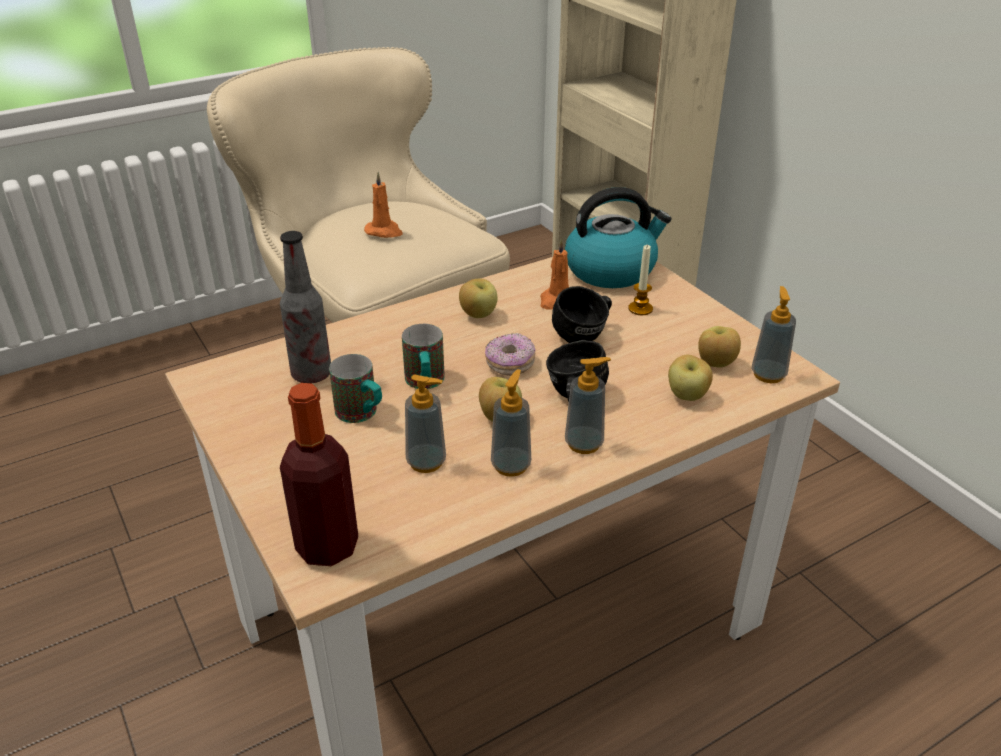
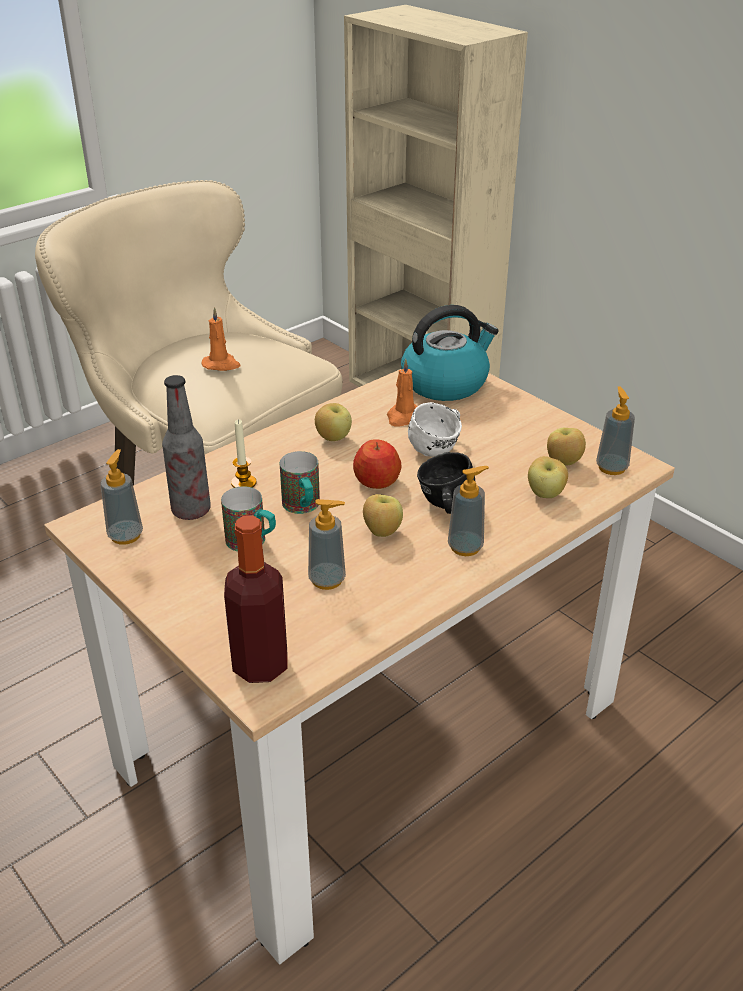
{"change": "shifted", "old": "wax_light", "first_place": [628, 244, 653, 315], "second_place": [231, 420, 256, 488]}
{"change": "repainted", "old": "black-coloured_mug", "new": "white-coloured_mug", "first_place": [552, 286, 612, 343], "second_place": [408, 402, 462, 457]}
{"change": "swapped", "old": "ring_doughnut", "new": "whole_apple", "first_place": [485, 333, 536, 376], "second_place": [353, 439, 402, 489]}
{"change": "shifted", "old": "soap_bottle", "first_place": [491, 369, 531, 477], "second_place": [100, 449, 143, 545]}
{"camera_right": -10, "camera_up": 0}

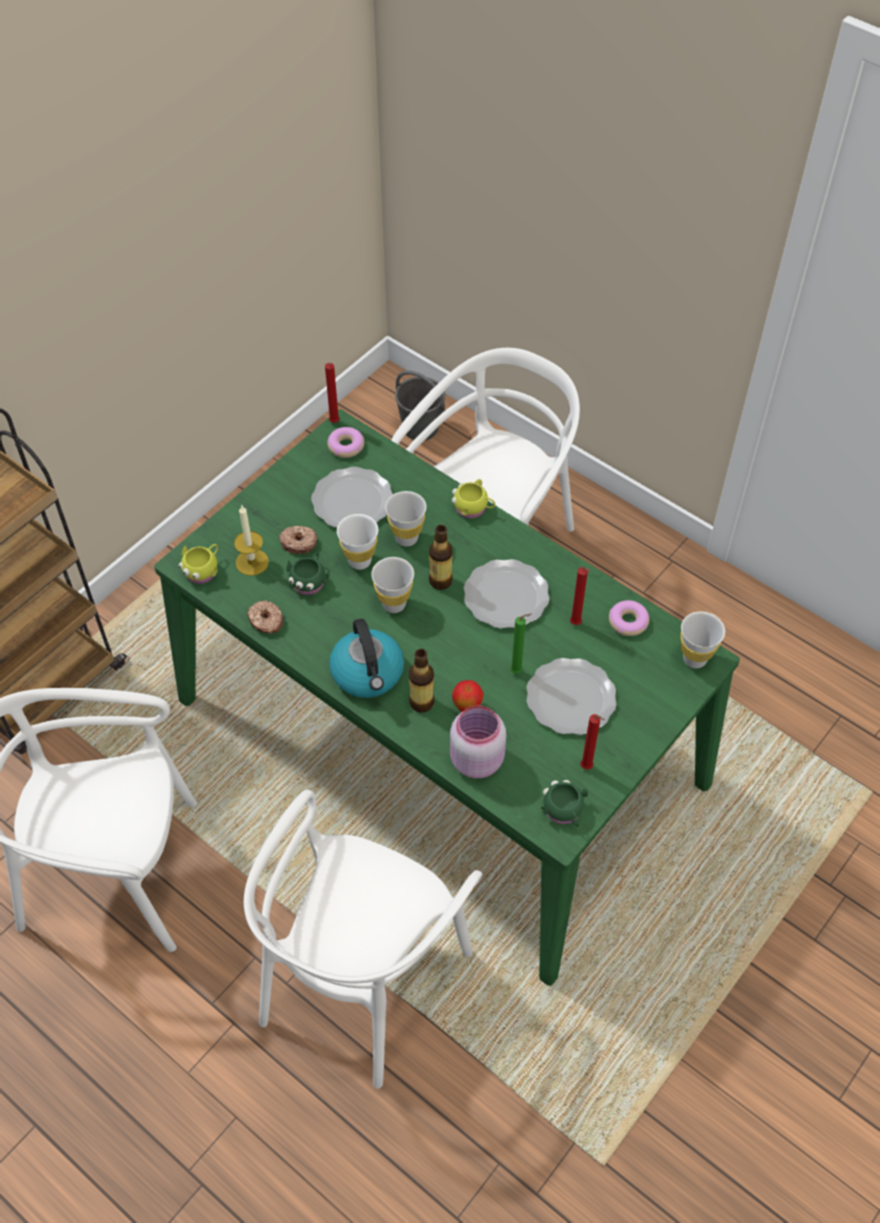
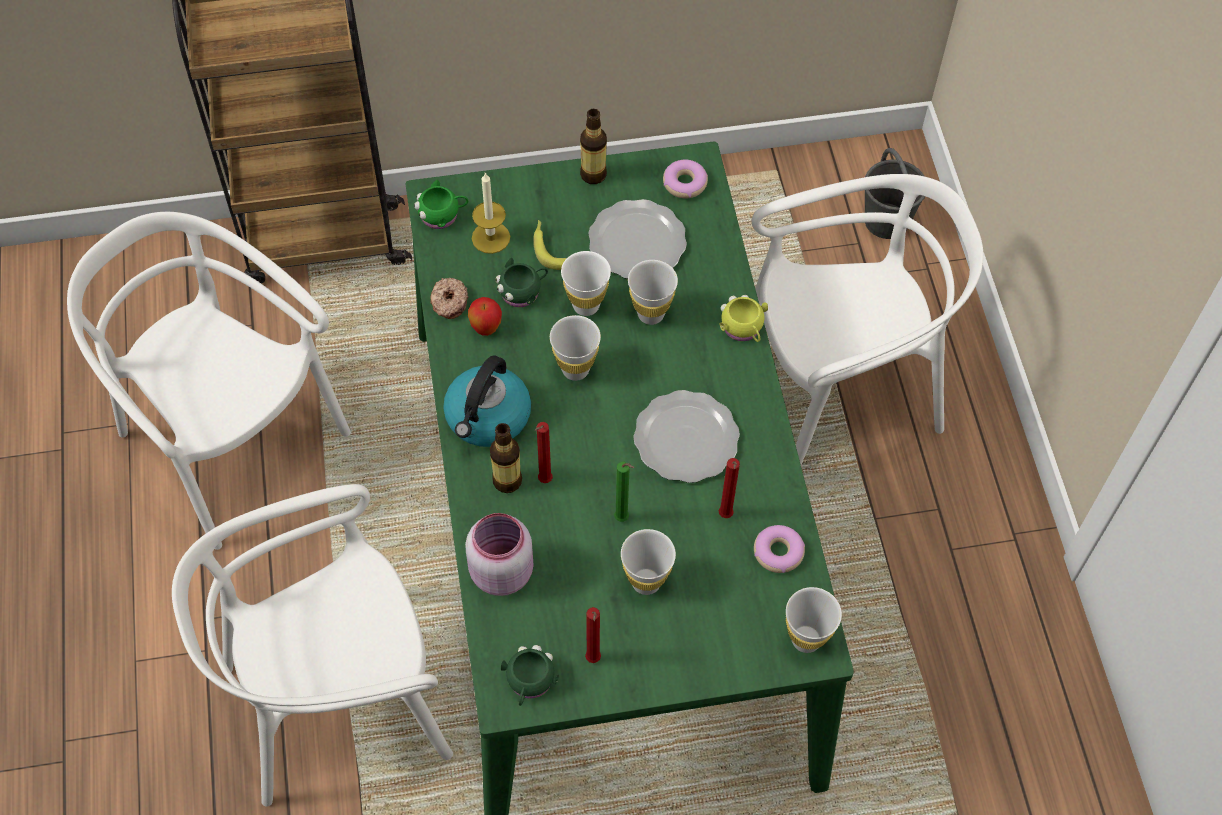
{"change": "shifted", "old": "red-coloured_wax_light", "first_place": [325, 363, 340, 423], "second_place": [535, 422, 553, 483]}
{"change": "shifted", "old": "drink_bottle", "first_place": [429, 525, 453, 590], "second_place": [580, 109, 607, 184]}
{"change": "swapped", "old": "ring_doughnut", "new": "whole_banana", "first_place": [279, 526, 317, 554], "second_place": [533, 220, 567, 270]}
{"change": "repainted", "old": "yellow-coloured_mug", "new": "green_mug", "first_place": [179, 544, 218, 584], "second_place": [414, 180, 468, 229]}
{"change": "swapped", "old": "plate", "new": "white-coloured_small_cup", "first_place": [527, 658, 617, 735], "second_place": [621, 529, 676, 595]}
{"change": "shifted", "old": "whole_apple", "first_place": [452, 680, 484, 712], "second_place": [468, 297, 502, 336]}
{"camera_right": 40, "camera_up": 5}

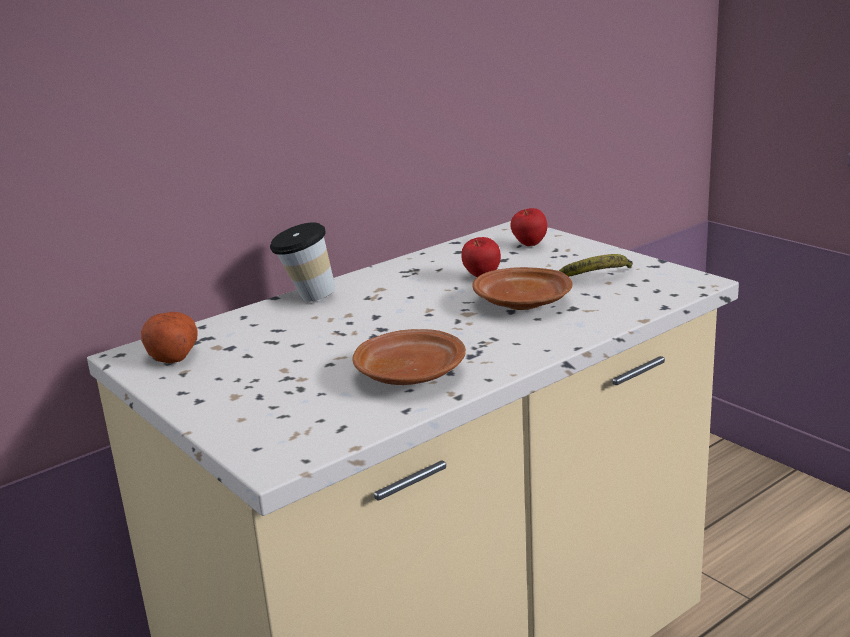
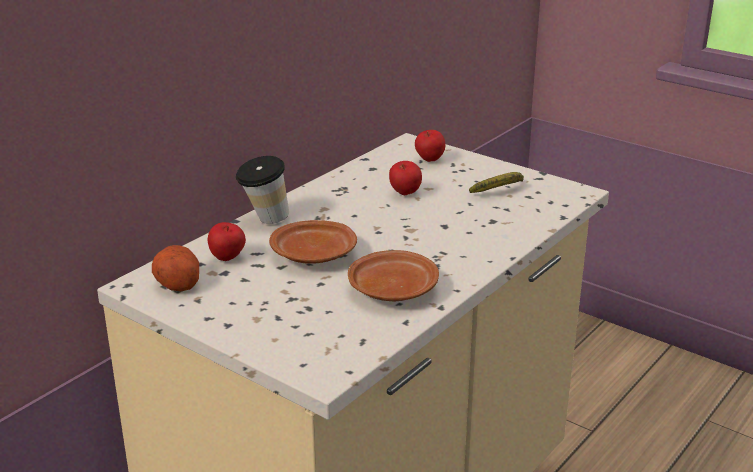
{"change": "shifted", "old": "brownish_plate", "first_place": [472, 267, 573, 310], "second_place": [269, 220, 357, 264]}
{"change": "new", "new": "whole_apple", "second_place": [208, 222, 246, 261]}
{"camera_right": -15, "camera_up": 5}

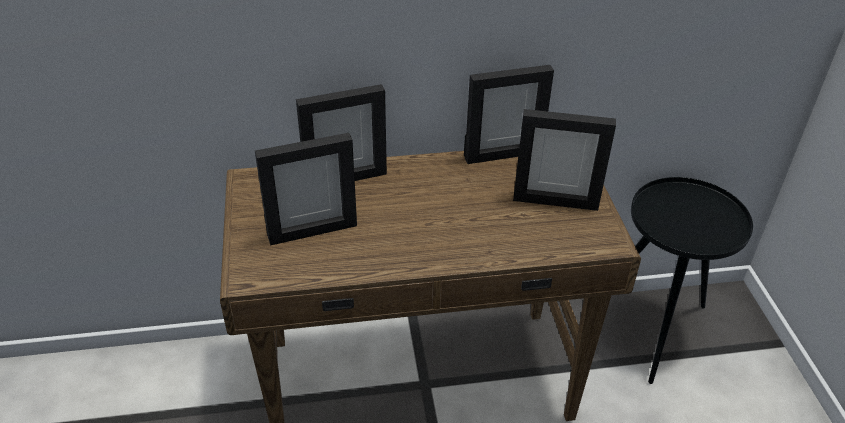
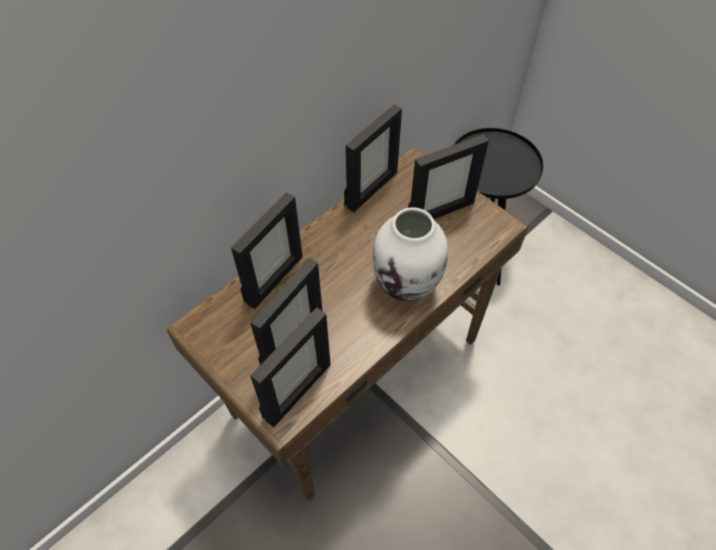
{"change": "new", "new": "white-coloured_decorative_vase", "second_place": [372, 207, 448, 302]}
{"change": "new", "new": "standing_frame", "second_place": [250, 308, 331, 427]}
{"camera_right": -35, "camera_up": 15}

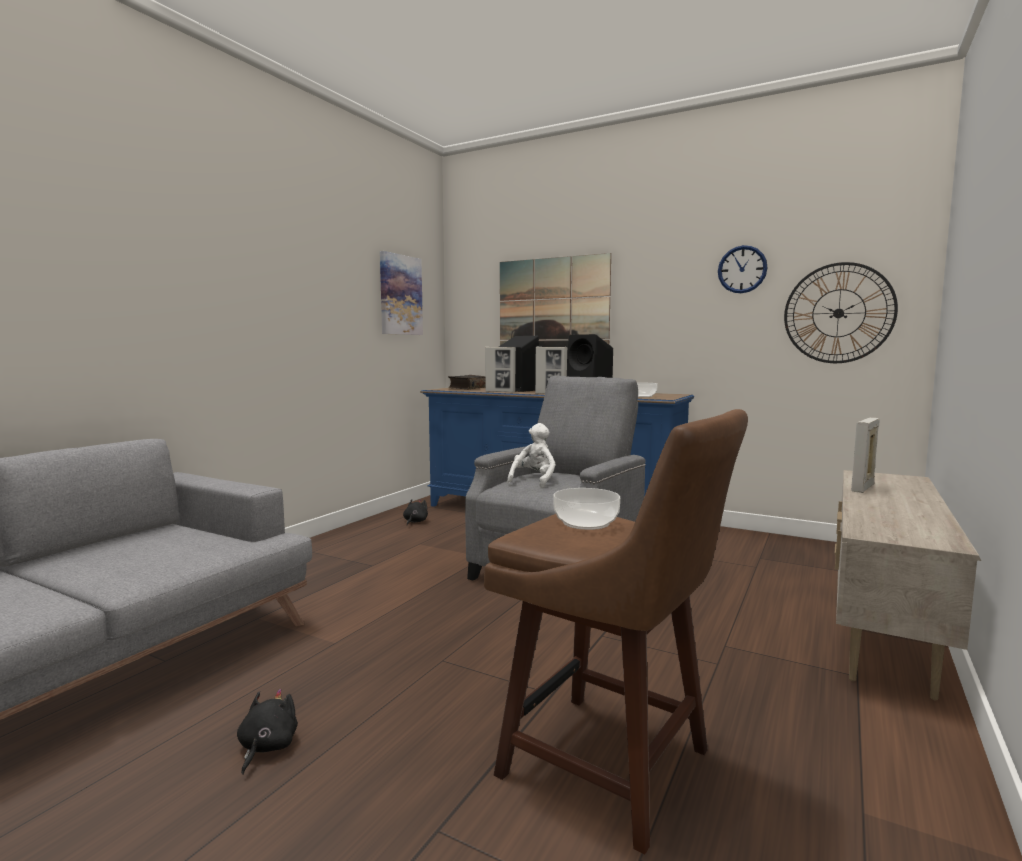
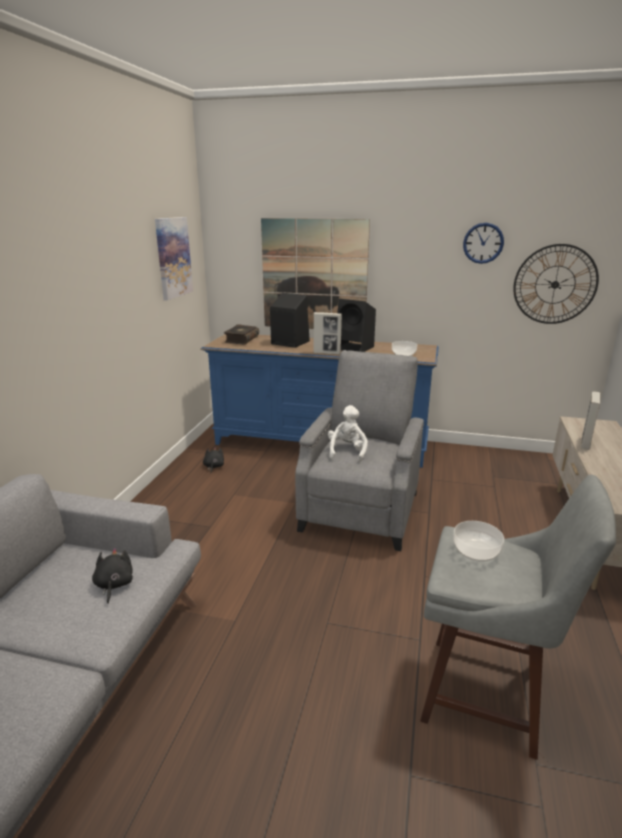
{"change": "gone", "old": "standing_frame", "first_place": [485, 347, 516, 393]}
{"change": "repainted", "old": "brownish_stool", "new": "greyish_stool", "first_place": [484, 409, 748, 855], "second_place": [420, 475, 616, 760]}
{"change": "shifted", "old": "black-coloured_plush_toy", "first_place": [237, 689, 298, 775], "second_place": [92, 548, 133, 604]}
{"camera_right": -15, "camera_up": 15}

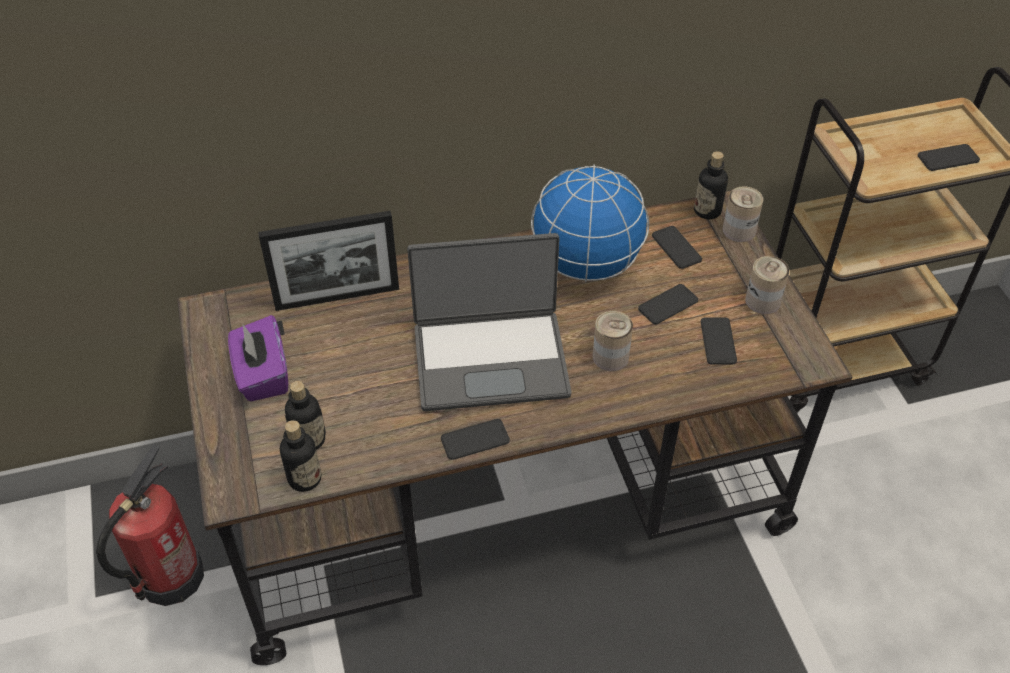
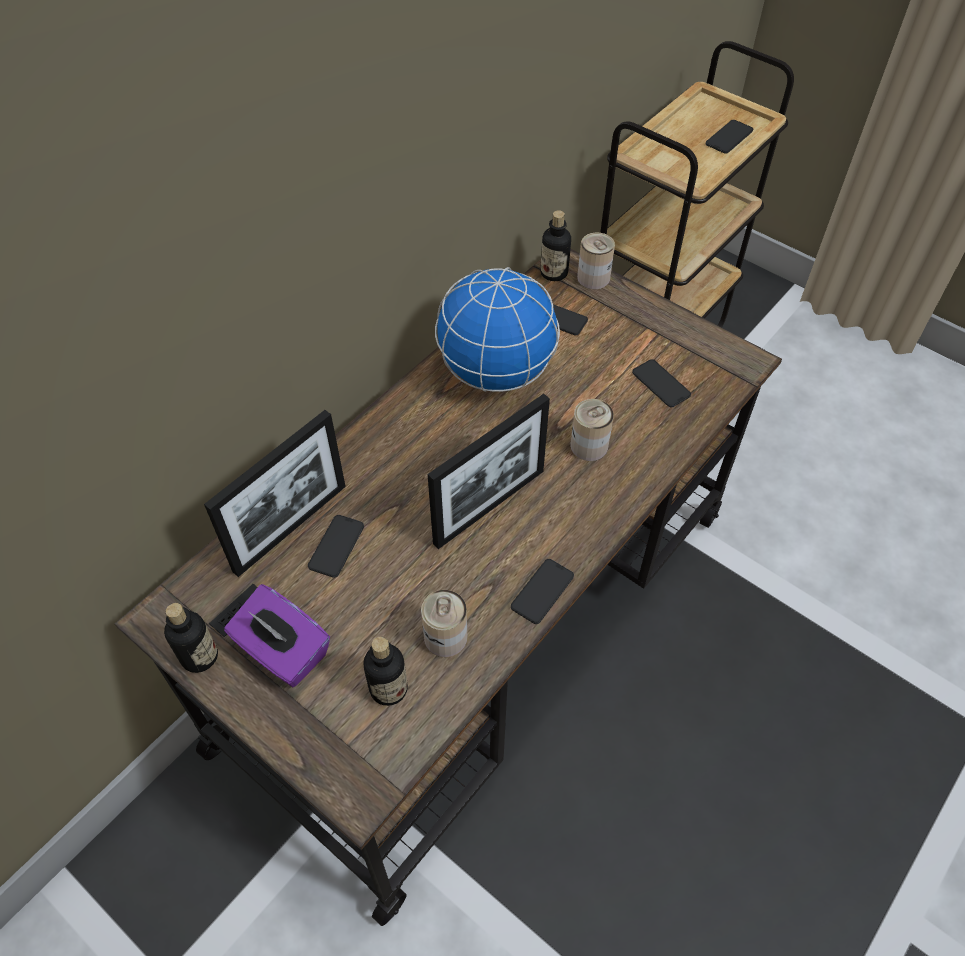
{"change": "swapped", "old": "portable_computer", "new": "standing_frame", "first_place": [407, 233, 571, 411], "second_place": [428, 394, 550, 549]}
{"change": "shifted", "old": "can", "first_place": [745, 256, 789, 314], "second_place": [421, 590, 467, 657]}
{"change": "shifted", "old": "telephone", "first_place": [638, 284, 698, 325], "second_place": [308, 515, 364, 578]}
{"change": "shifted", "old": "drink_bottle", "first_place": [280, 420, 321, 492], "second_place": [164, 603, 218, 673]}
{"change": "gone", "old": "fire_extinguisher", "first_place": [96, 445, 204, 606]}
{"camera_right": -35, "camera_up": 5}

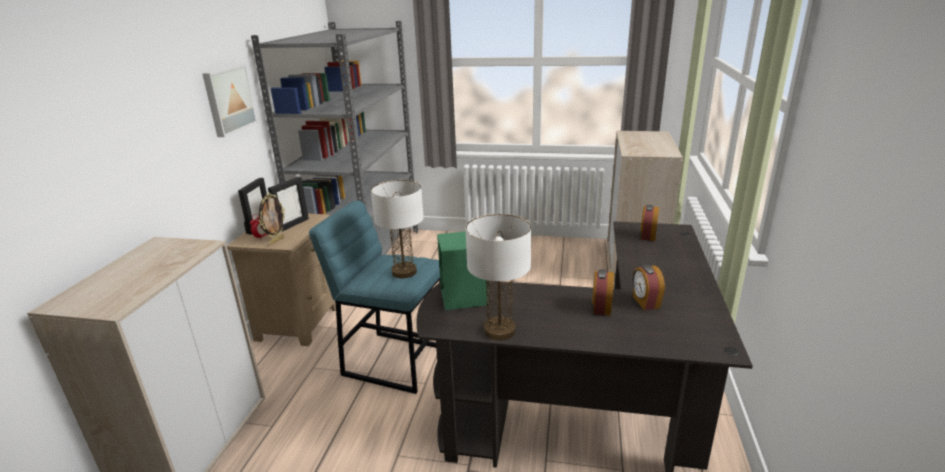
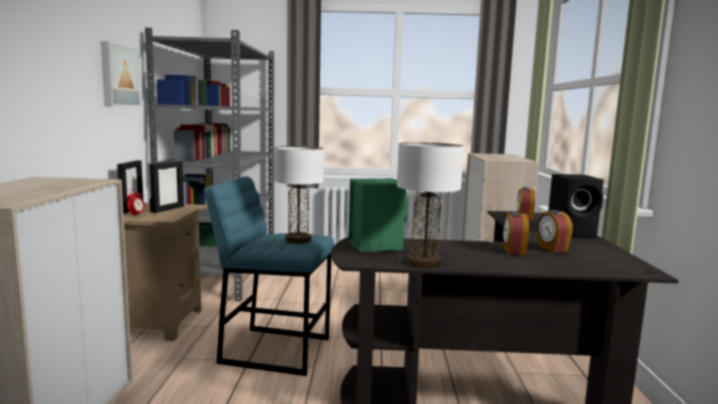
{"change": "gone", "old": "standing_frame", "first_place": [259, 193, 285, 245]}
{"change": "new", "new": "black-coloured_audio_speaker", "second_place": [549, 174, 604, 237]}
{"camera_right": -10, "camera_up": -15}

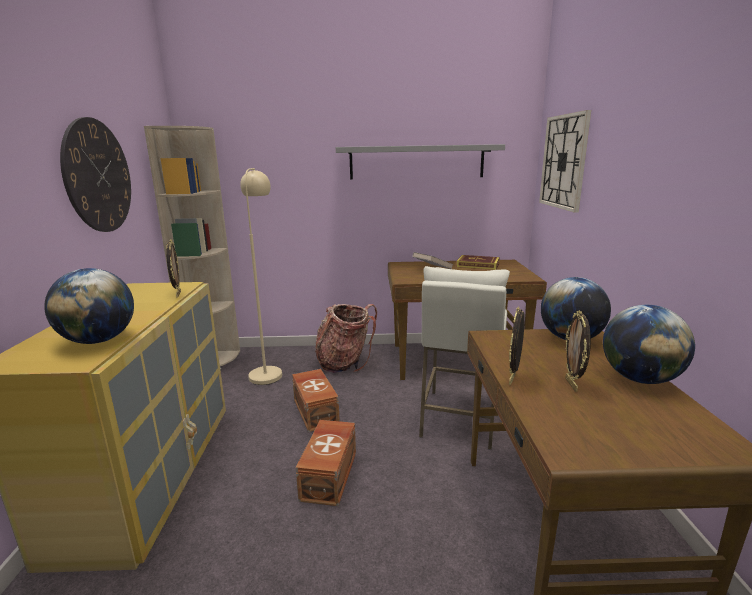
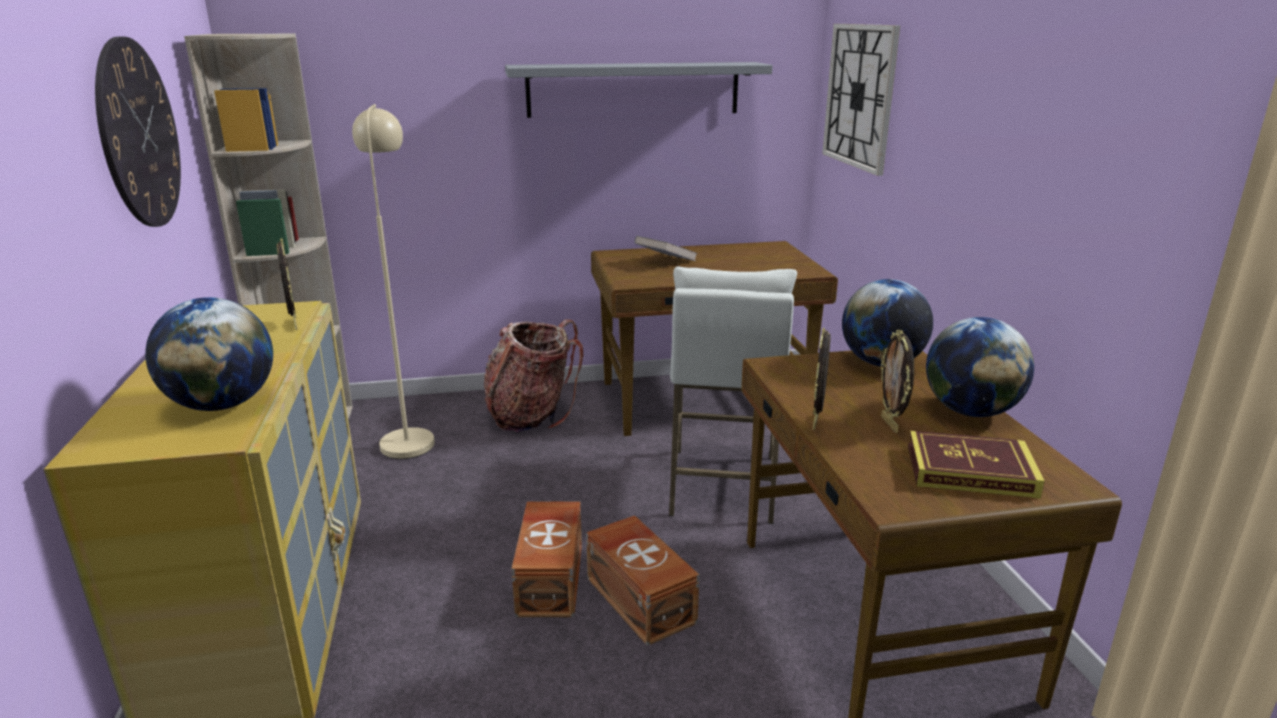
{"change": "shifted", "old": "book", "first_place": [457, 255, 500, 270], "second_place": [908, 431, 1045, 499]}
{"change": "shifted", "old": "brownish_storage_bin", "first_place": [292, 369, 340, 432], "second_place": [586, 515, 699, 646]}
{"camera_right": -10, "camera_up": 5}

